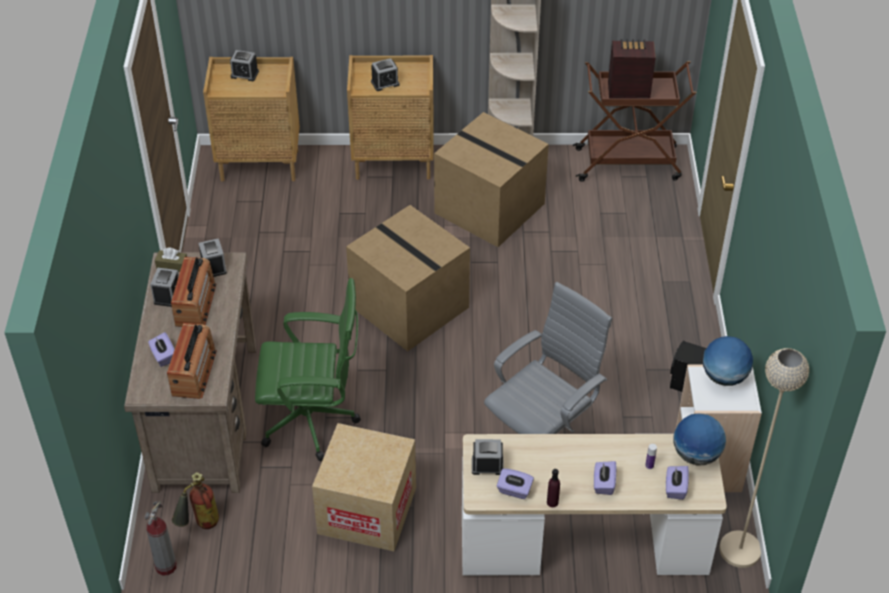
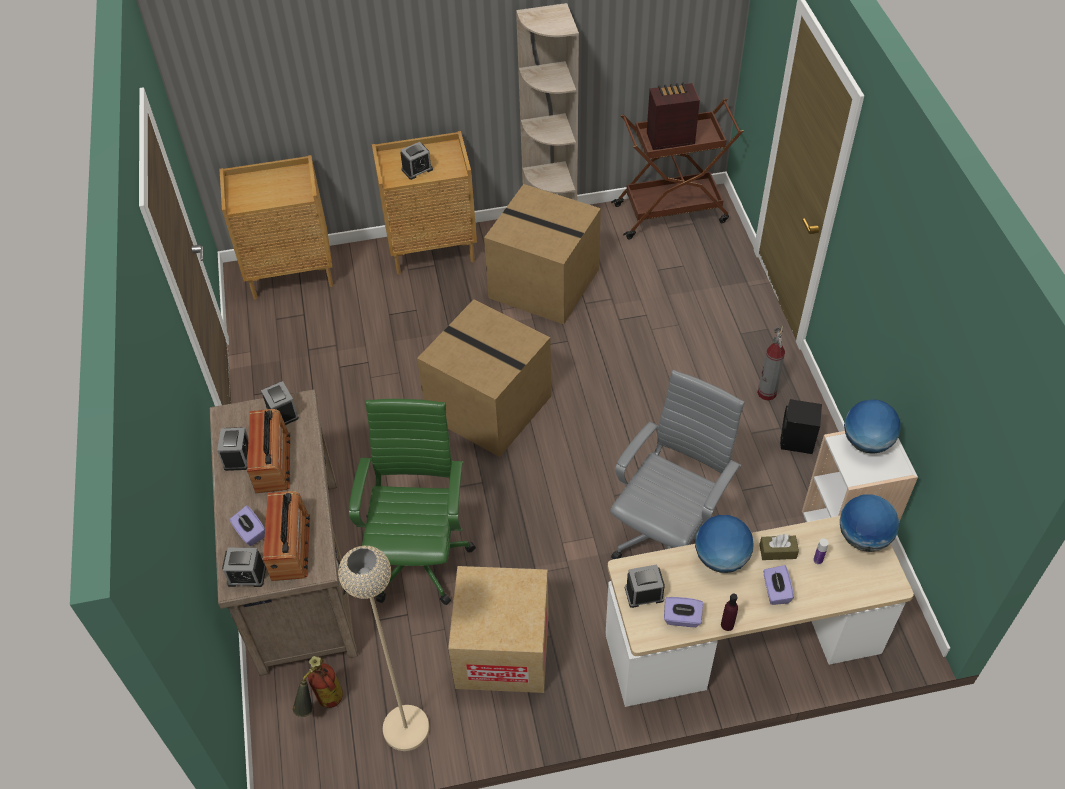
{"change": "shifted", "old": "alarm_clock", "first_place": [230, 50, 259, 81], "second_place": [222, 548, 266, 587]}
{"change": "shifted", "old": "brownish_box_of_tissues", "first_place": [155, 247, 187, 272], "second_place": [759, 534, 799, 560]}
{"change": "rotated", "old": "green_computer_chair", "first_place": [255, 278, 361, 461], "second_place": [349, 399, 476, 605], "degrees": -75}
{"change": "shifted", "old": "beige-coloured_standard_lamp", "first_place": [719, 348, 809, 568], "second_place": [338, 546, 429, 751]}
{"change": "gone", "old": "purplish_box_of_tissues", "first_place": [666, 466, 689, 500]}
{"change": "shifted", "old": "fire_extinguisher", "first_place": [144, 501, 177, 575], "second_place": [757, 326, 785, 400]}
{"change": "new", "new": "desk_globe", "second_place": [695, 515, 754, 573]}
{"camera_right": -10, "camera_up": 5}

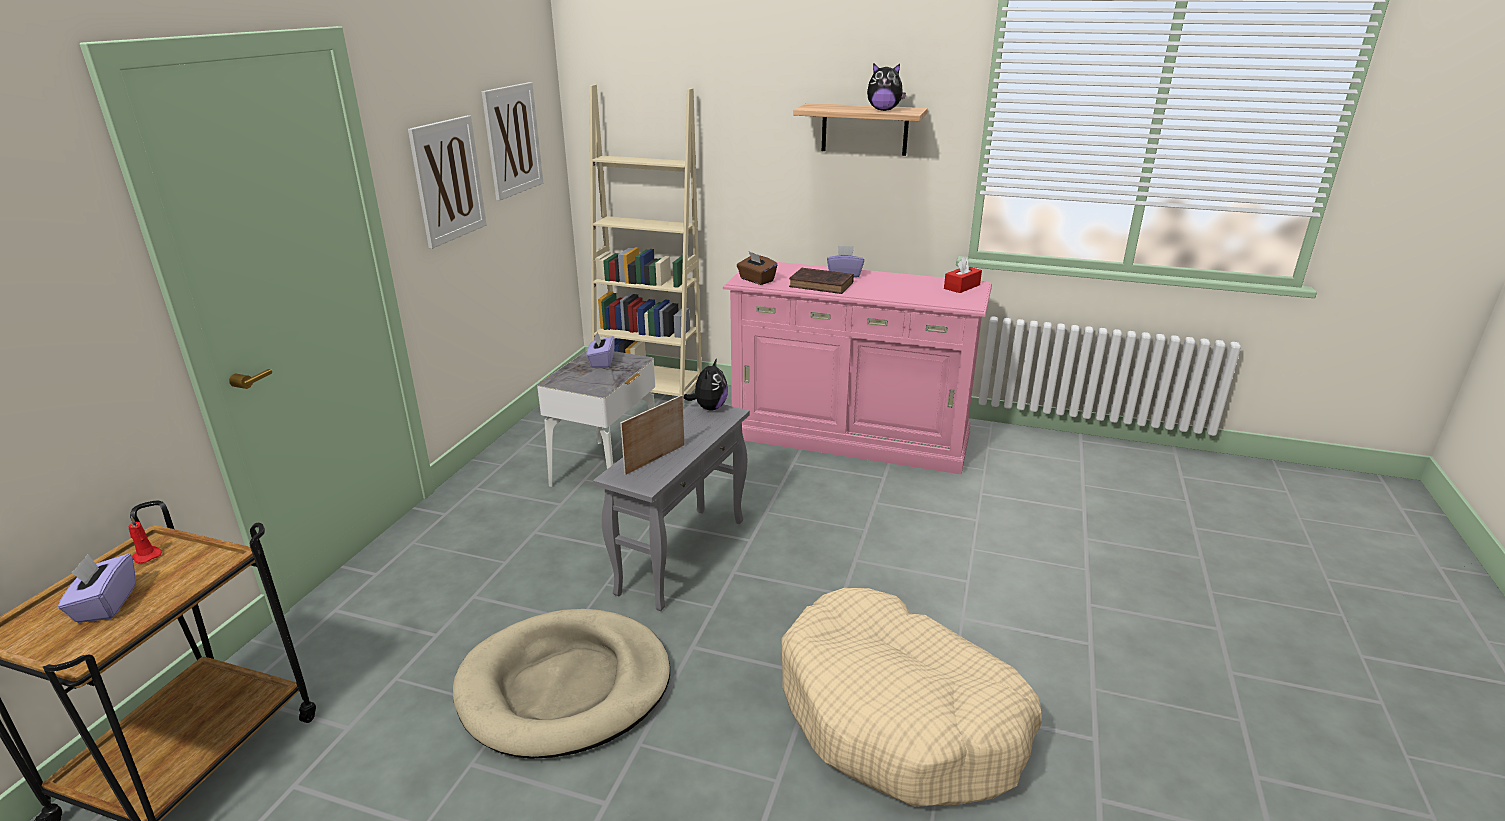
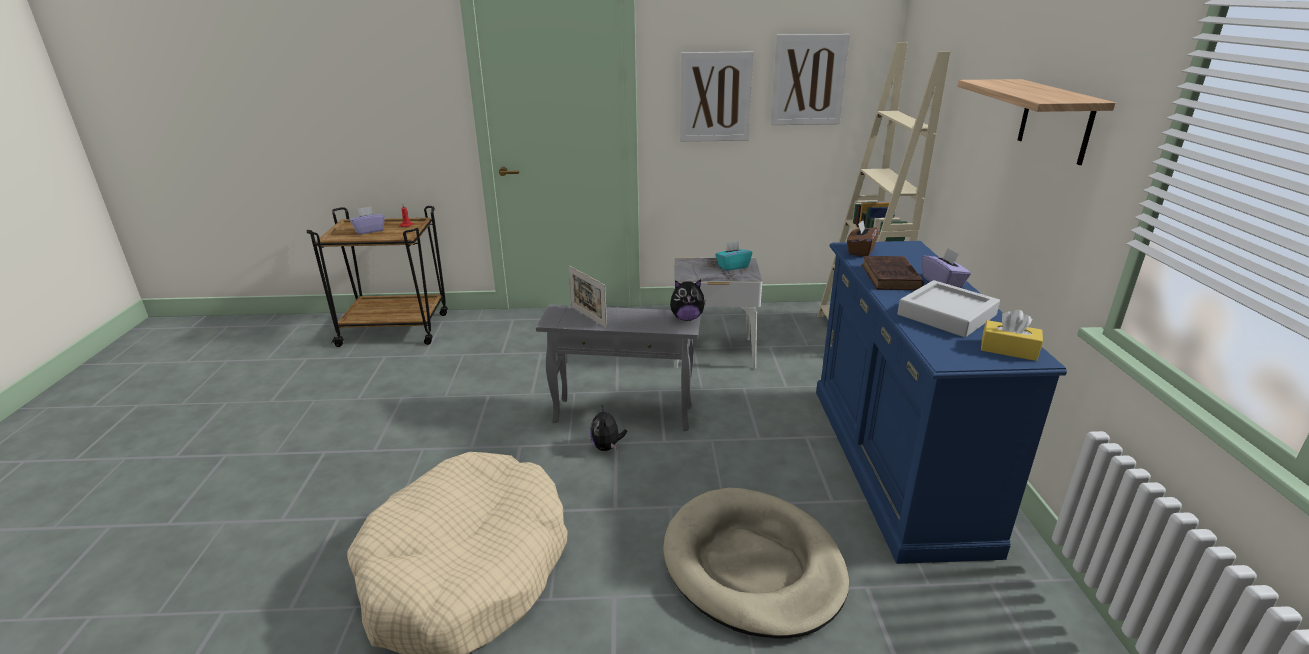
{"change": "shifted", "old": "plush_toy", "first_place": [867, 63, 906, 111], "second_place": [590, 404, 627, 451]}
{"change": "repainted", "old": "red-coloured_box_of_tissues", "new": "yellow-coloured_box_of_tissues", "first_place": [944, 256, 982, 293], "second_place": [981, 310, 1043, 361]}
{"change": "repainted", "old": "pink_cupboard", "new": "blue-coloured_cupboard", "first_place": [723, 262, 992, 475], "second_place": [816, 241, 1067, 564]}
{"change": "repainted", "old": "purplish_box_of_tissues", "new": "turquoise_box_of_tissues", "first_place": [587, 332, 615, 368], "second_place": [715, 241, 752, 271]}
{"change": "rotated", "old": "standing_frame", "first_place": [620, 395, 685, 475], "second_place": [569, 266, 607, 328], "degrees": -150}
{"change": "shifted", "old": "beige-coloured_dog_cushion", "first_place": [453, 609, 670, 758], "second_place": [663, 488, 849, 639]}
{"change": "new", "new": "greyish_serving_tray", "second_place": [898, 280, 1000, 337]}
{"camera_right": 70, "camera_up": 0}

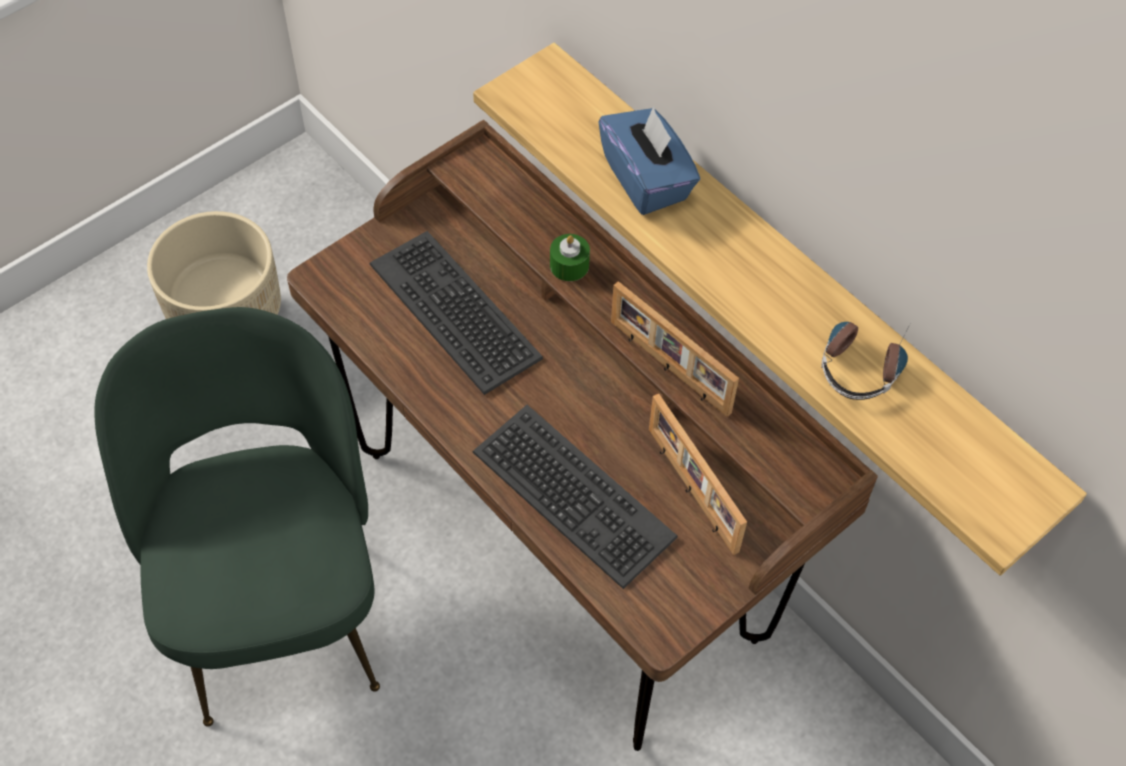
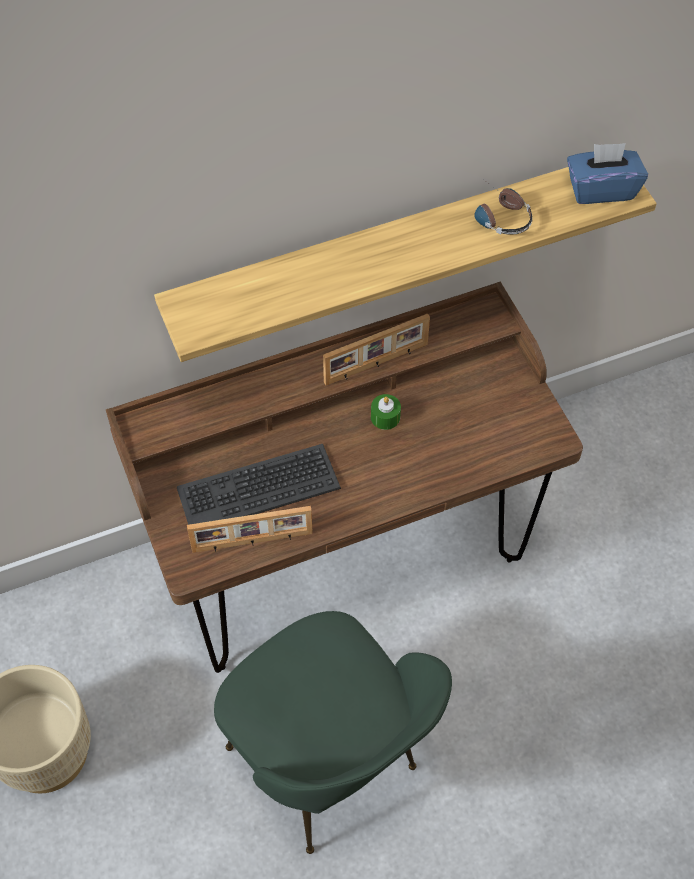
{"change": "shifted", "old": "blue-coloured_box_of_tissues", "first_place": [599, 106, 700, 215], "second_place": [567, 143, 648, 204]}
{"change": "shifted", "old": "green_wax_light", "first_place": [550, 234, 590, 281], "second_place": [371, 394, 401, 430]}
{"change": "rotated", "old": "green_upright_chair", "first_place": [94, 307, 380, 727], "second_place": [214, 611, 452, 854], "degrees": -135}
{"change": "shifted", "old": "standing_frame", "first_place": [649, 393, 747, 555], "second_place": [187, 506, 313, 553]}
{"change": "gone", "old": "keyboard", "first_place": [473, 405, 678, 589]}
{"camera_right": -70, "camera_up": 0}

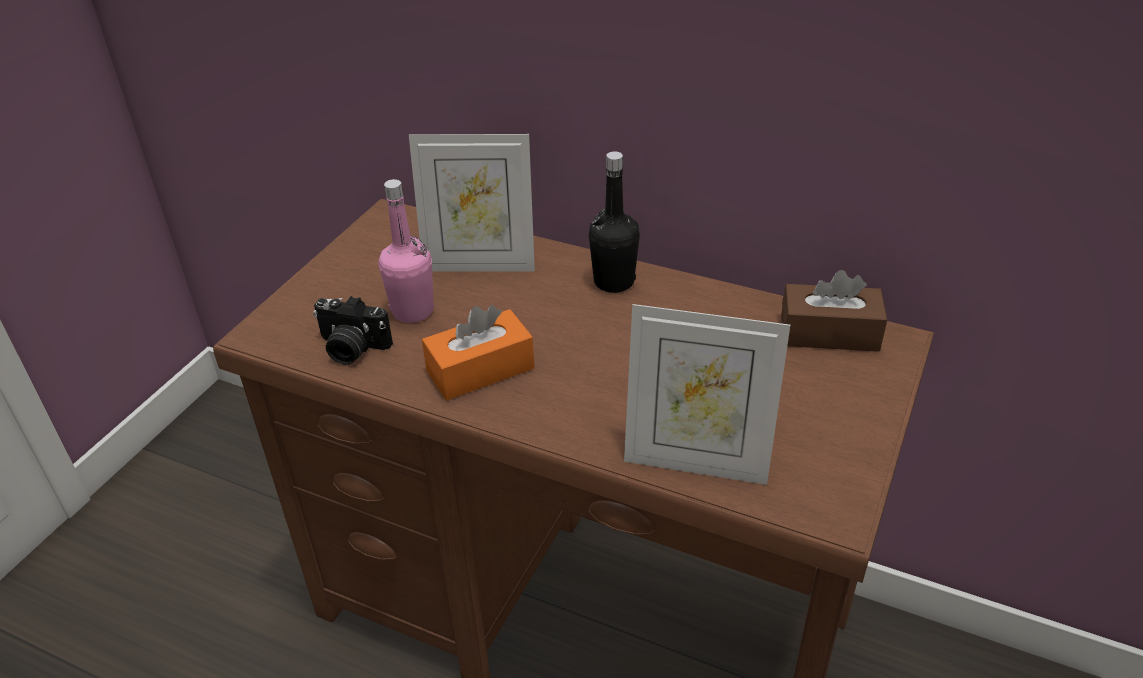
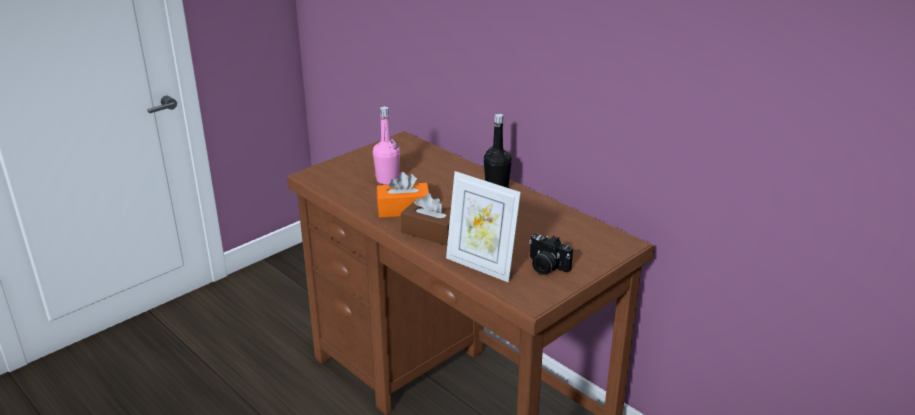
{"change": "gone", "old": "standing_frame", "first_place": [409, 134, 535, 272]}
{"change": "shifted", "old": "brownish_box_of_tissues", "first_place": [781, 270, 887, 352], "second_place": [401, 193, 451, 245]}
{"change": "shifted", "old": "still_camera", "first_place": [313, 296, 393, 365], "second_place": [529, 233, 573, 275]}
{"camera_right": 20, "camera_up": -10}

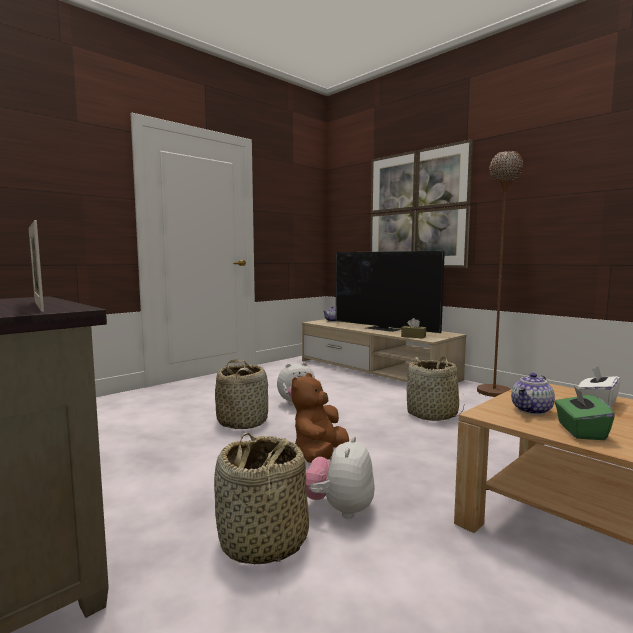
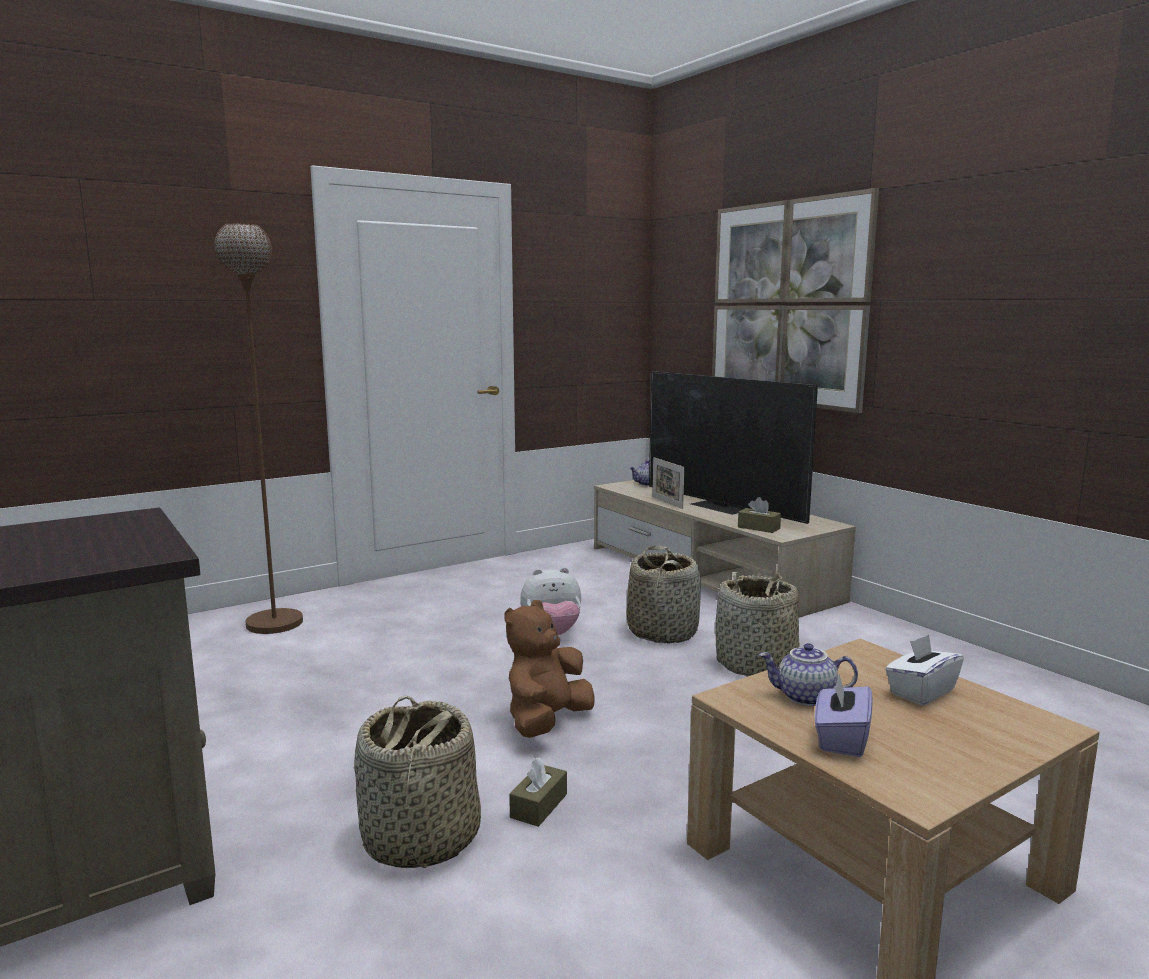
{"change": "shifted", "old": "brownish_standard_lamp", "first_place": [477, 151, 523, 397], "second_place": [214, 223, 303, 634]}
{"change": "shifted", "old": "standing_frame", "first_place": [29, 220, 44, 312], "second_place": [652, 457, 684, 509]}
{"change": "shifted", "old": "basket", "first_place": [215, 359, 268, 429], "second_place": [626, 545, 701, 644]}
{"change": "rotated", "old": "teapot", "first_place": [511, 373, 555, 415], "second_place": [759, 643, 858, 706], "degrees": 45}
{"change": "repainted", "old": "green_box_of_tissues", "new": "purplish_box_of_tissues", "first_place": [555, 386, 615, 440], "second_place": [815, 674, 872, 757]}
{"change": "swapped", "old": "plush_toy", "new": "brownish_box_of_tissues", "first_place": [306, 436, 375, 519], "second_place": [509, 757, 567, 827]}
{"camera_right": 10, "camera_up": 5}

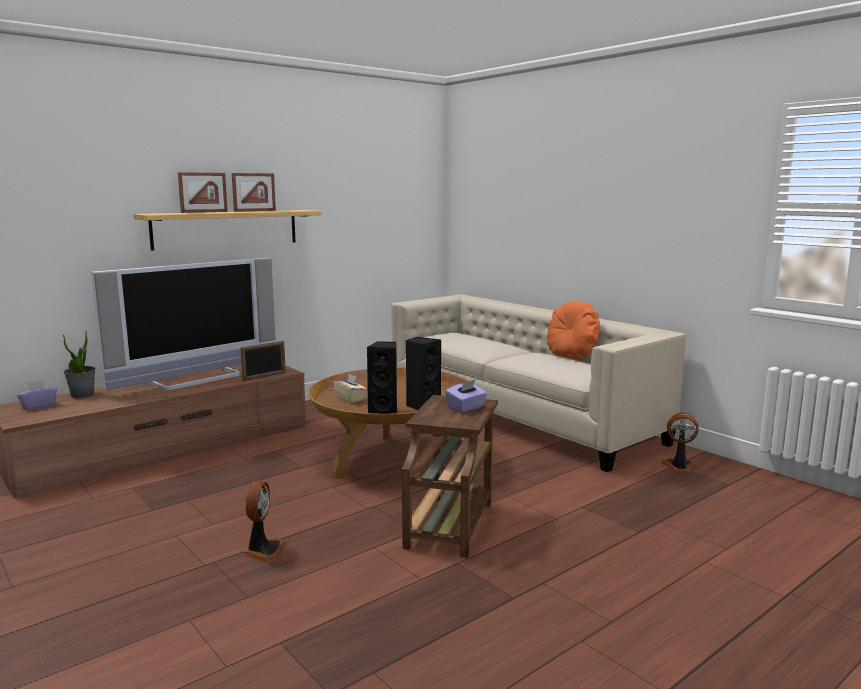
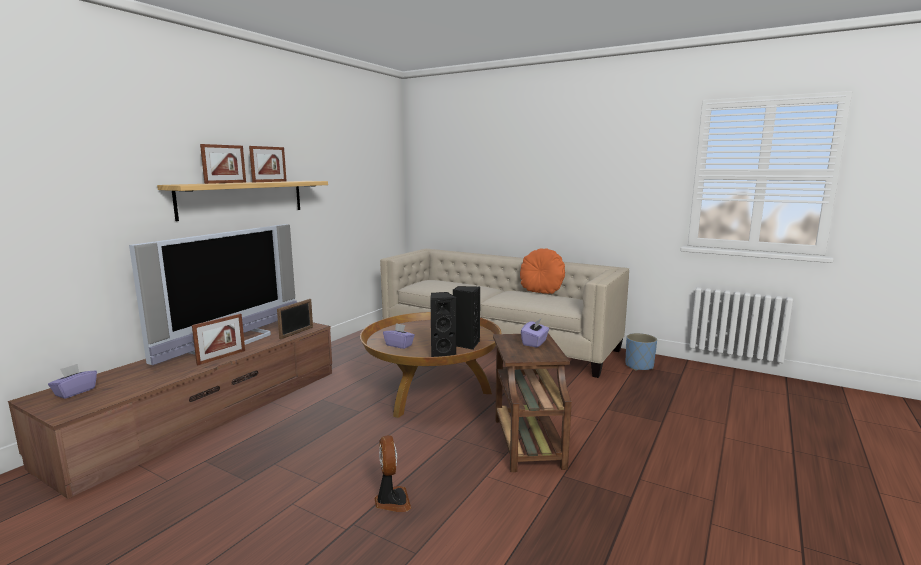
{"change": "gone", "old": "houseplant", "first_place": [63, 331, 96, 398]}
{"change": "repainted", "old": "beige-coloured_box_of_tissues", "new": "purplish_box_of_tissues", "first_place": [333, 374, 367, 403], "second_place": [383, 323, 415, 349]}
{"change": "swapped", "old": "cooling_fan", "new": "blue-coloured_plant_pot", "first_place": [661, 412, 699, 472], "second_place": [625, 333, 657, 371]}
{"change": "new", "new": "standing_frame", "second_place": [192, 313, 245, 365]}
{"camera_right": -20, "camera_up": 0}

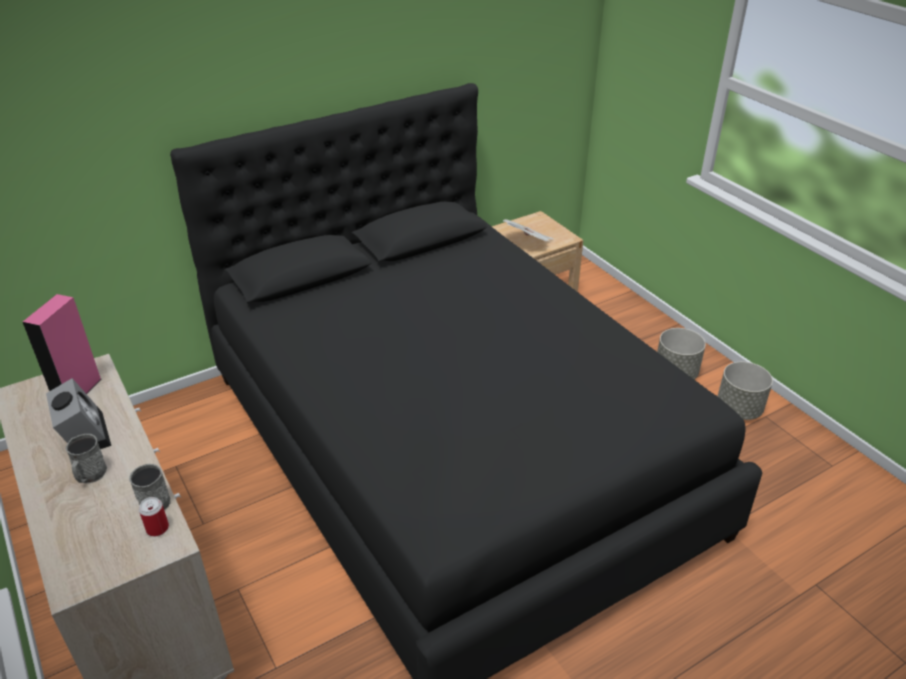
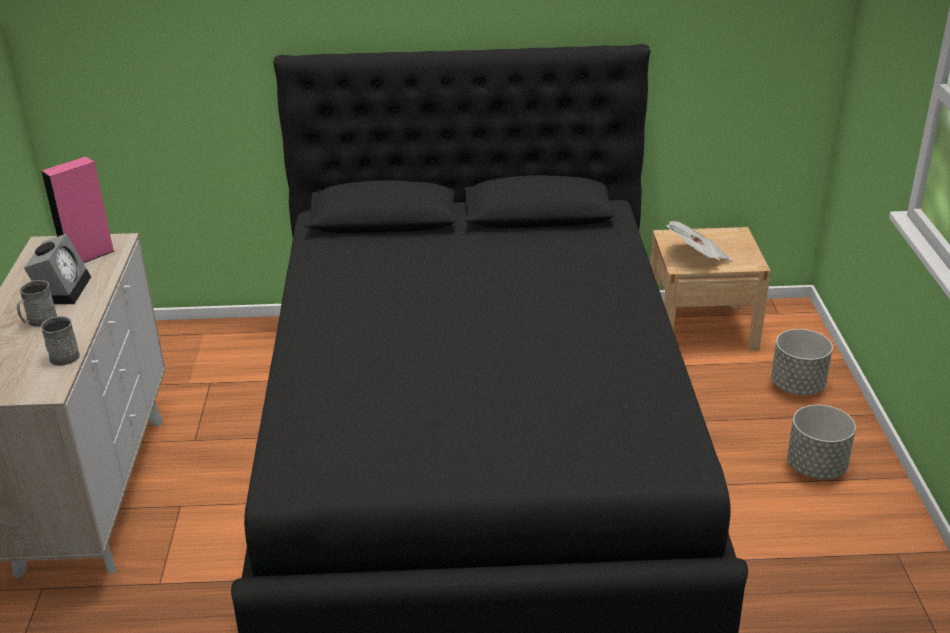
{"change": "shifted", "old": "greyish_plant_pot", "first_place": [718, 362, 773, 420], "second_place": [771, 329, 833, 395]}
{"change": "gone", "old": "can", "first_place": [139, 497, 169, 536]}
{"camera_right": 30, "camera_up": -5}

